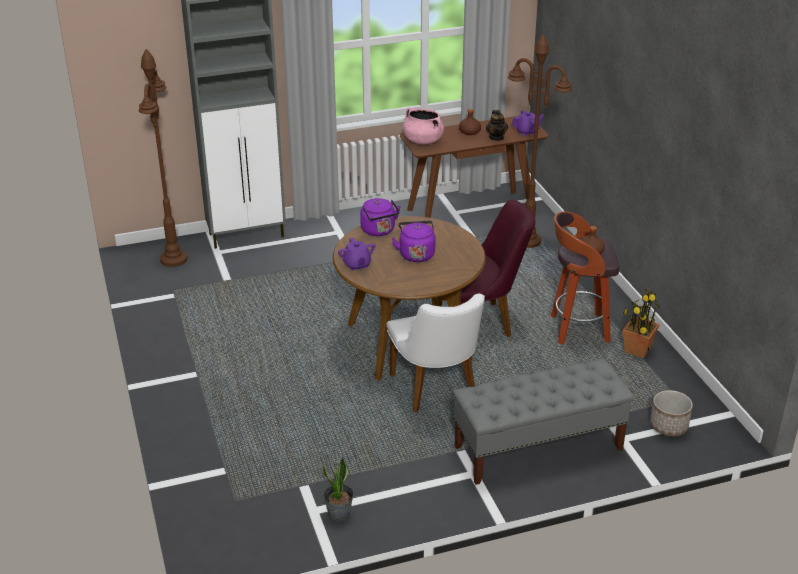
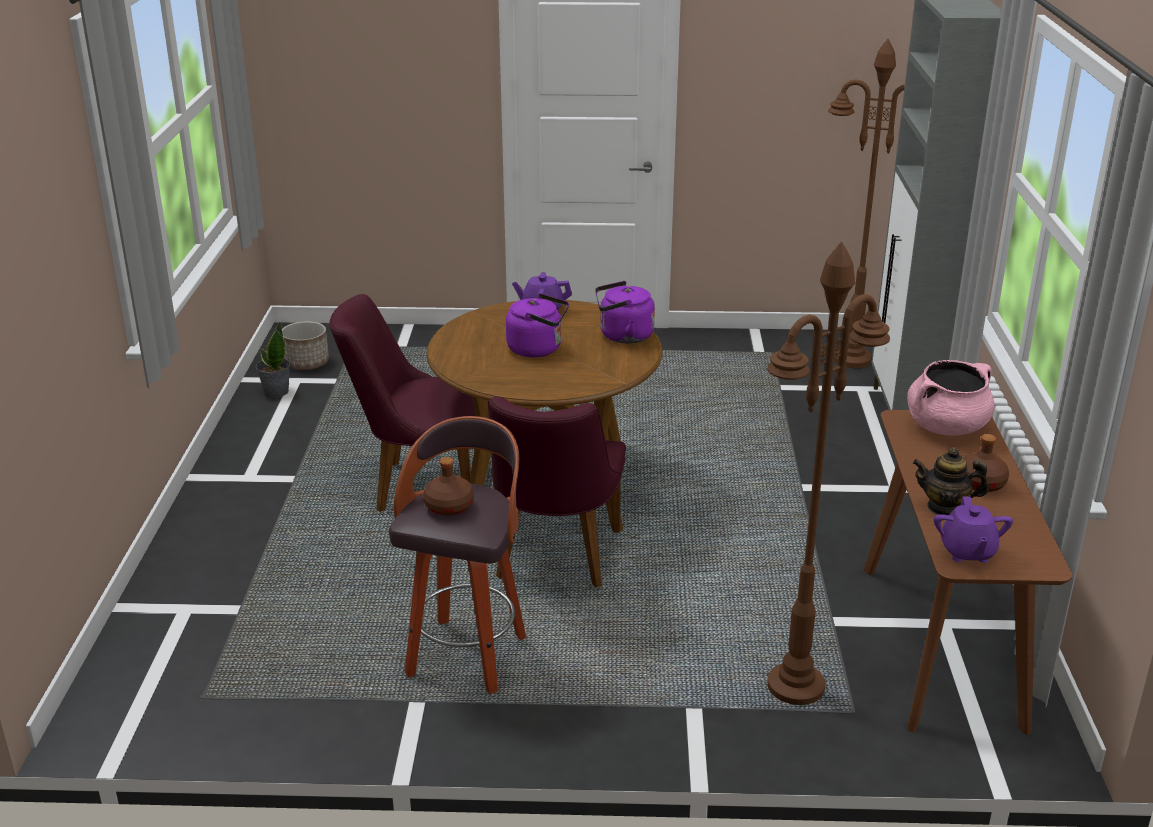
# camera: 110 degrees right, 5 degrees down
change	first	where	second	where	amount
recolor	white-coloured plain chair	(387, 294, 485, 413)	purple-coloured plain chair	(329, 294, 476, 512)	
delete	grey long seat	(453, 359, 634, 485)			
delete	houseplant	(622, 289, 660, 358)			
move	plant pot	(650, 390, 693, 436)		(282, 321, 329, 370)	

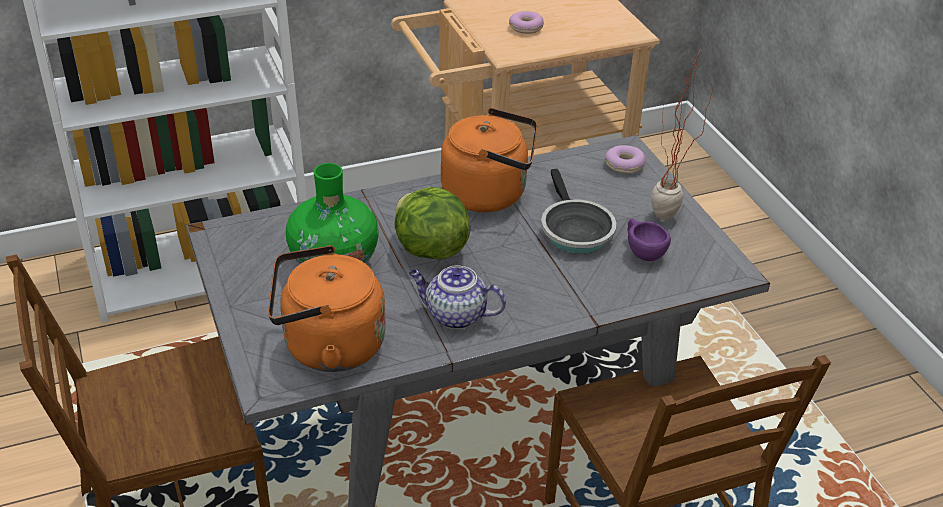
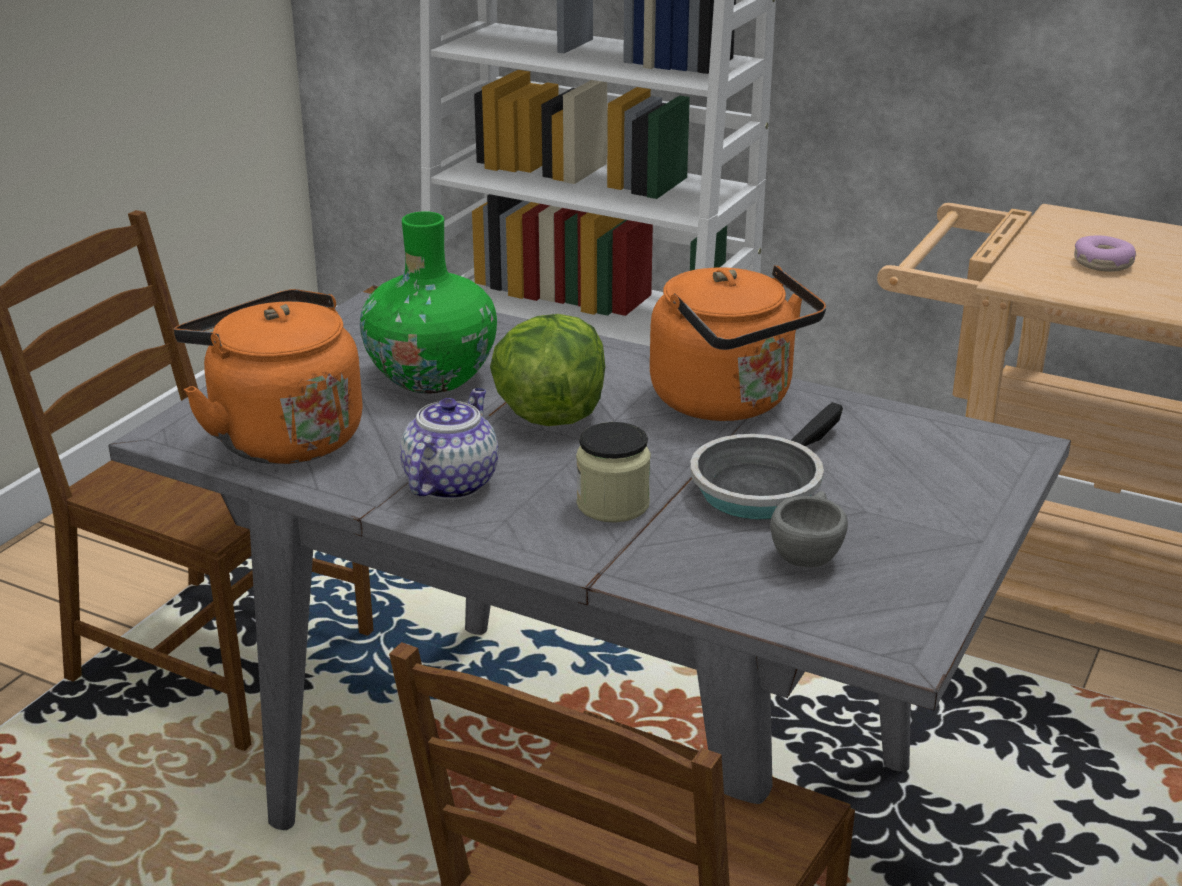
# camera: 50 degrees right, 10 degrees down
change	first	where	second	where	amount
rotate	teapot	(409, 266, 506, 329)		(400, 388, 498, 500)	45 degrees clockwise
delete	ring doughnut	(605, 145, 646, 174)			
recolor	purple-coloured drinking cup	(627, 219, 671, 261)	grey drinking cup	(770, 491, 848, 567)	
delete	houseplant	(651, 49, 713, 220)			
insert			jar	(576, 422, 651, 523)	

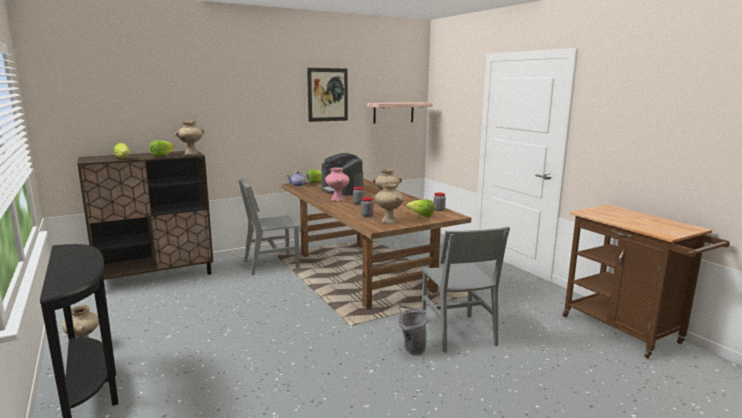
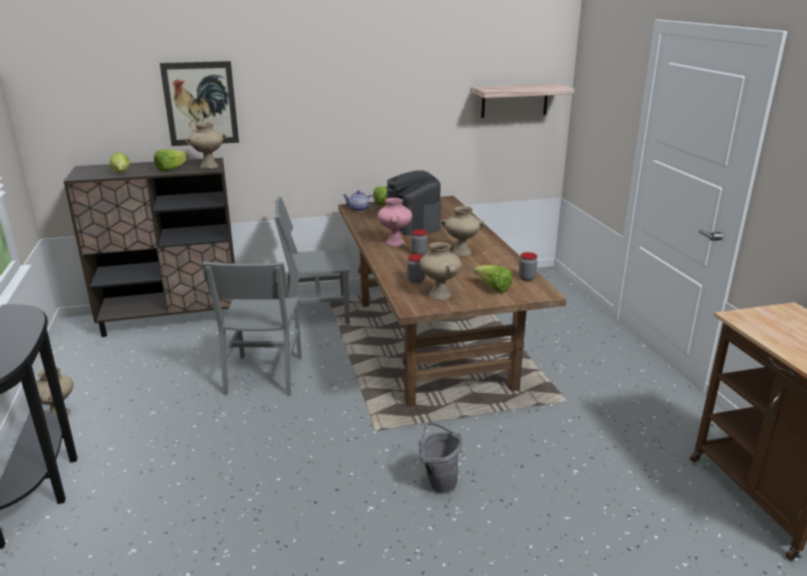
# camera: 15 degrees right, 10 degrees up
change	first	where	second	where	amount
move	picture	(307, 68, 348, 122)		(160, 61, 239, 146)	
move	grey plain chair	(421, 227, 510, 353)		(202, 262, 302, 396)	

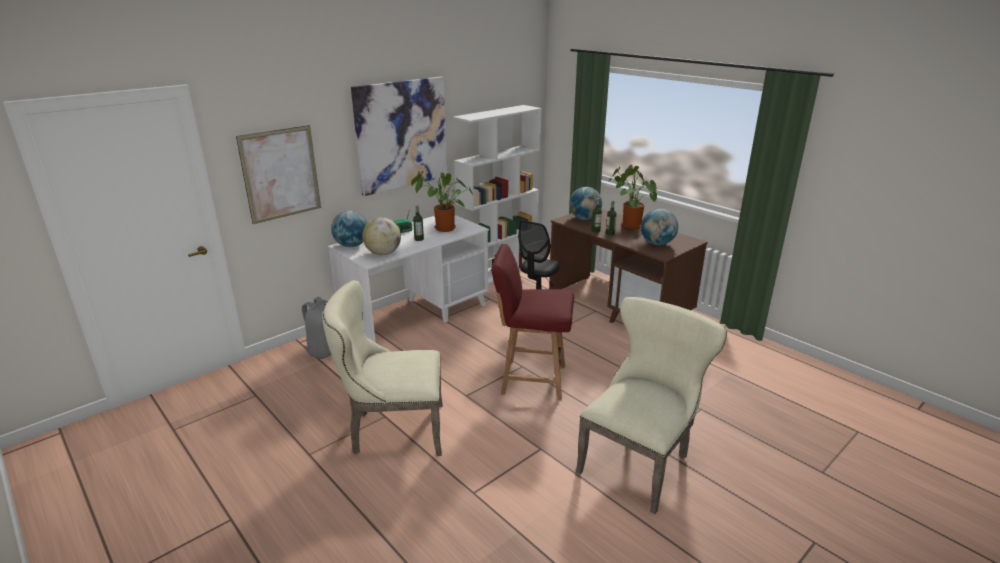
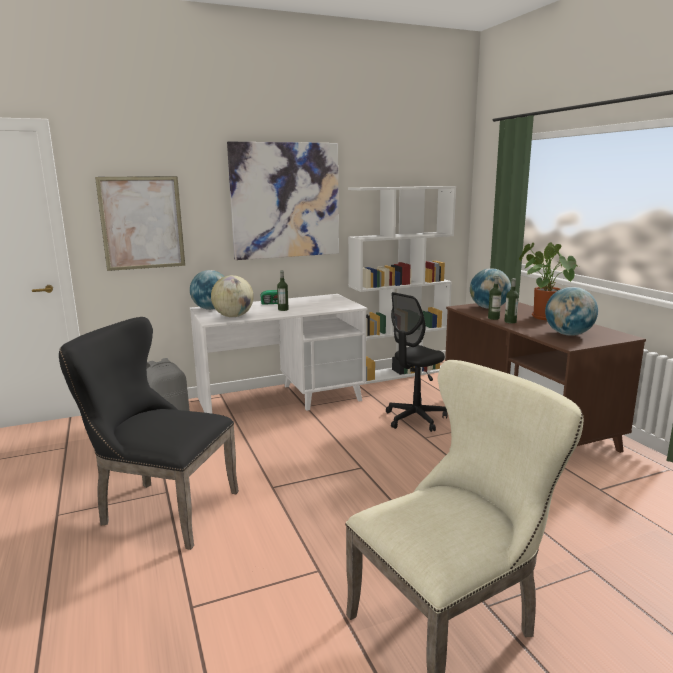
# camera: 20 degrees right, 10 degrees down
change	first	where	second	where	amount
recolor	sand-coloured plain chair	(322, 280, 443, 456)	black plain chair	(59, 317, 239, 550)	
delete	houseplant	(411, 171, 473, 232)			
delete	red-coloured plain chair	(491, 244, 574, 400)			

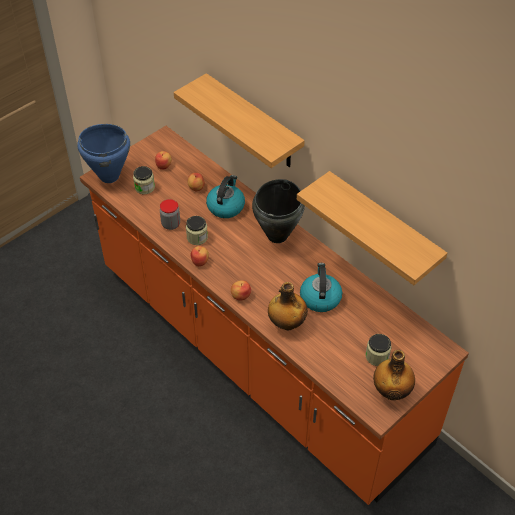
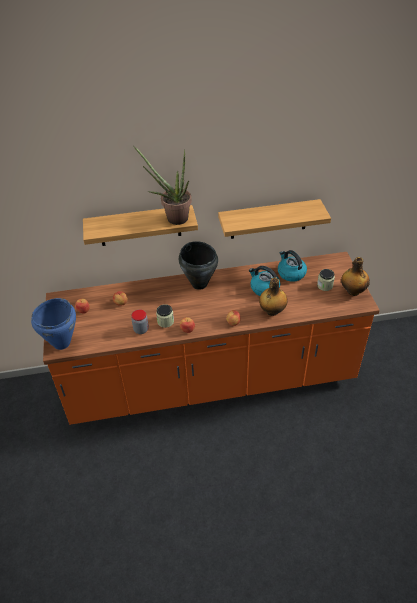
# camera: 55 degrees left, 5 degrees down
change	first	where	second	where	amount
delete	jar	(133, 166, 155, 194)			
move	kettle	(206, 175, 245, 218)		(278, 250, 307, 282)	
insert			houseplant	(134, 146, 192, 225)	

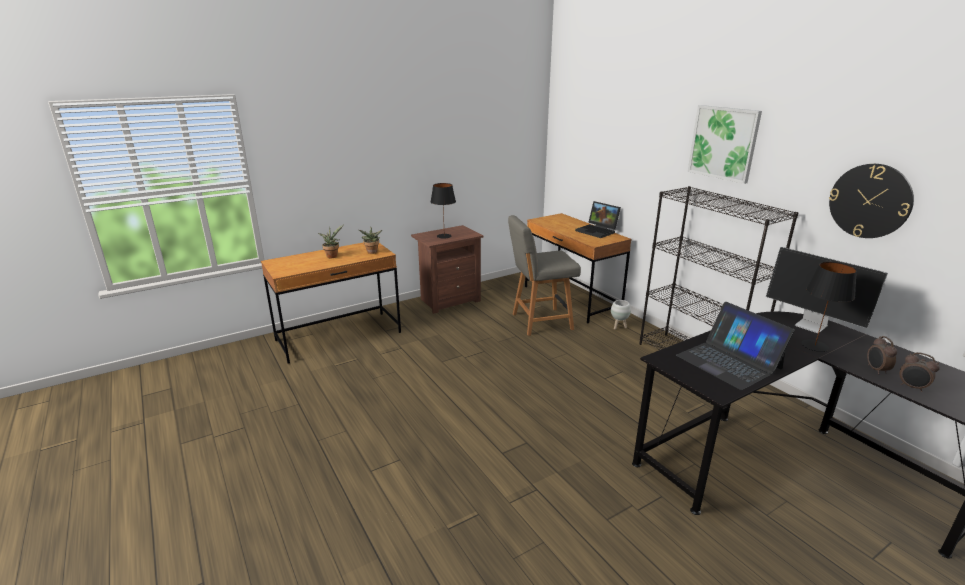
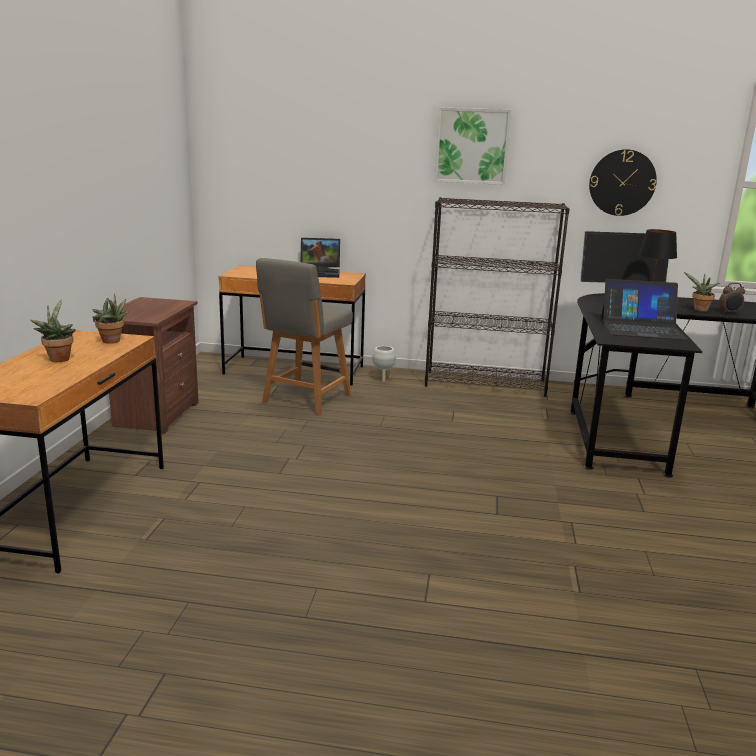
# camera: 50 degrees left, 5 degrees down
change	first	where	second	where	amount
delete	black table lamp	(431, 183, 456, 238)			
replace	alarm clock	(867, 336, 897, 374)	houseplant	(684, 272, 720, 312)	

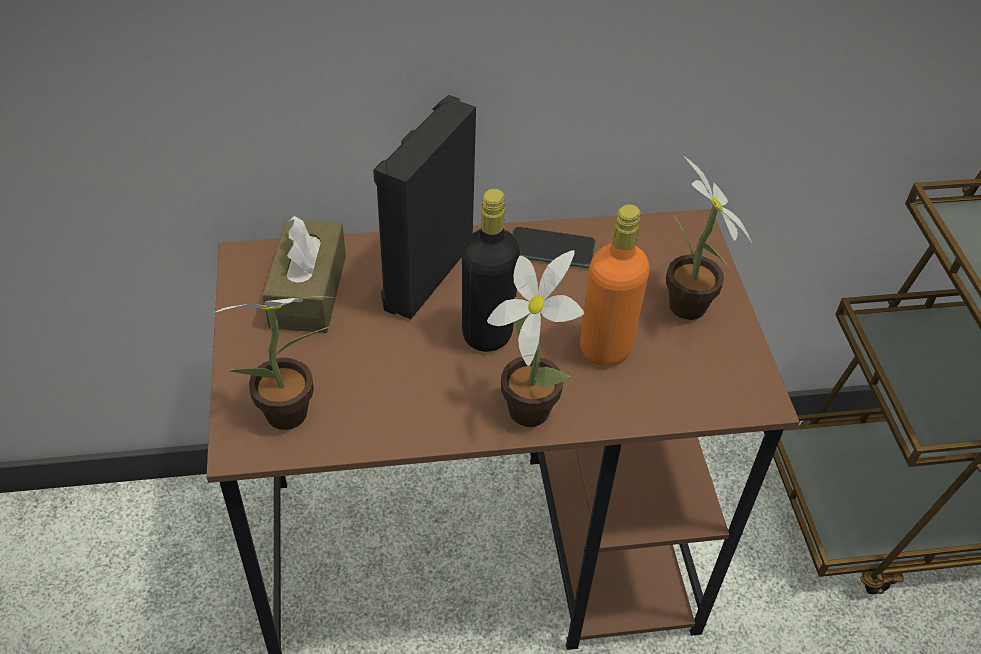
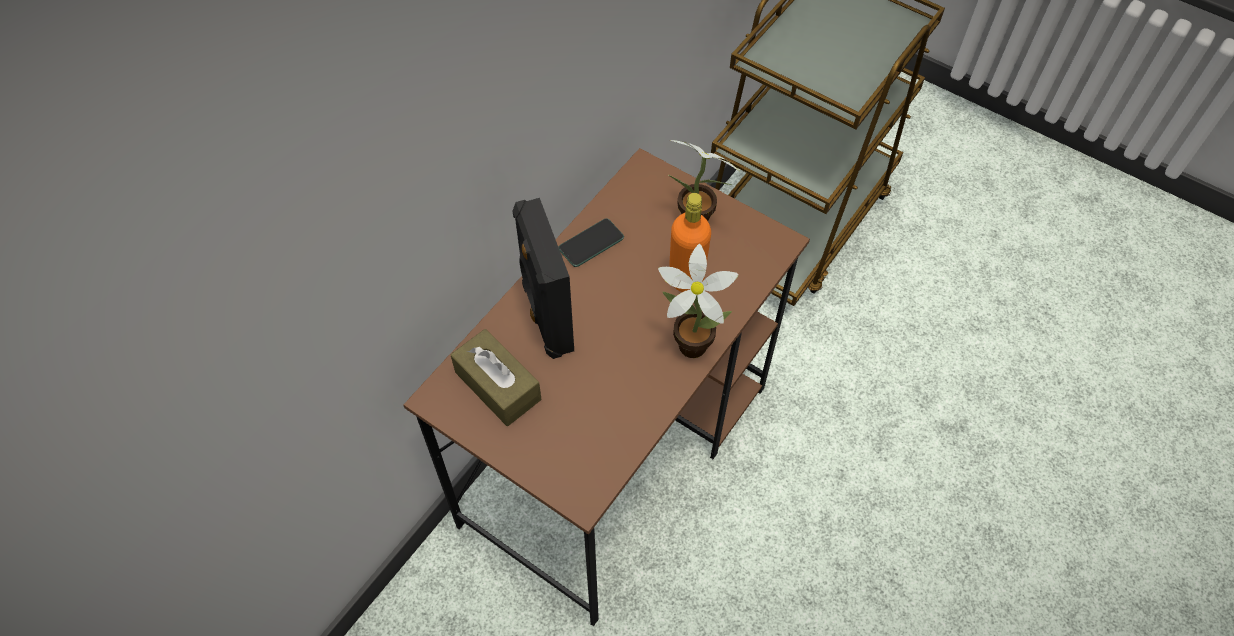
# camera: 45 degrees left, 10 degrees up
change	first	where	second	where	amount
delete	houseplant	(214, 297, 337, 430)			
delete	black beverage bottle	(462, 189, 520, 352)			

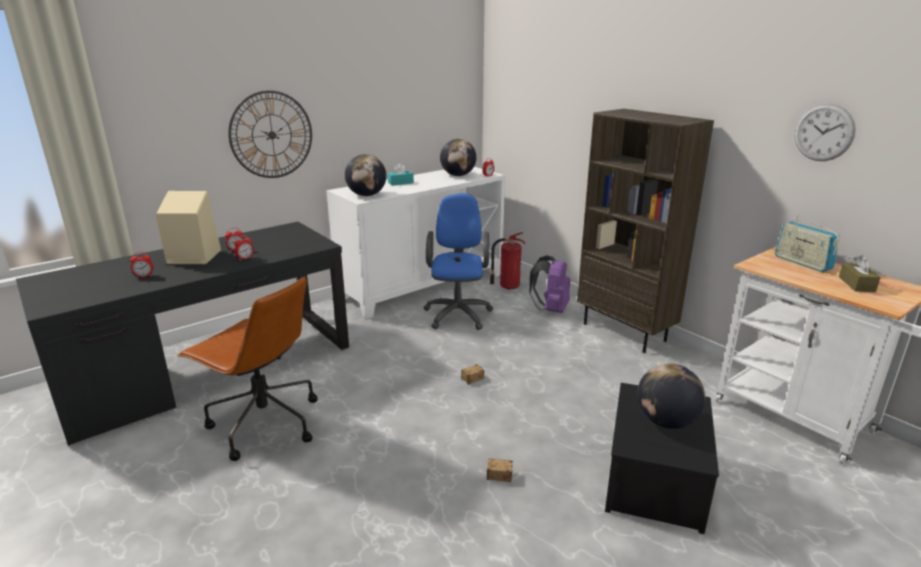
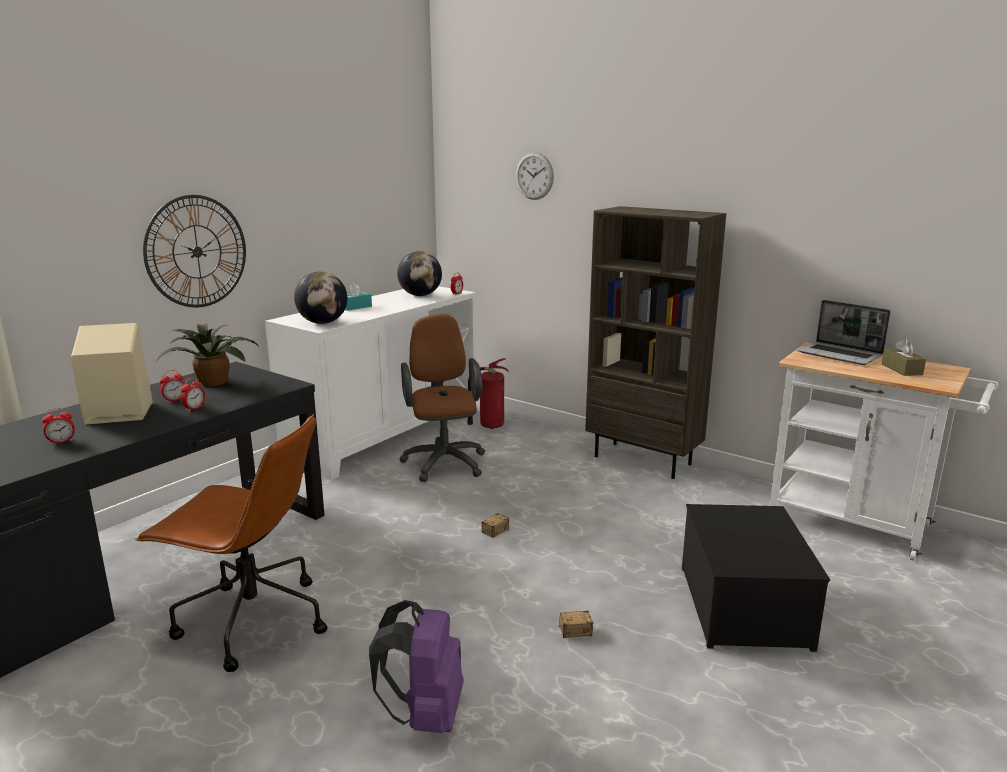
# camera: 15 degrees left, 5 degrees down
change	first	where	second	where	amount
recolor	bluish computer chair	(423, 193, 493, 330)	brown-coloured computer chair	(399, 314, 485, 482)	
move	purple-coloured knapsack	(530, 255, 570, 313)		(369, 600, 464, 733)	
delete	globe	(637, 363, 705, 429)			
replace	radio set	(775, 215, 840, 272)	notebook computer	(798, 300, 891, 365)	
move	wall clock	(794, 104, 856, 161)		(516, 152, 554, 200)	
insert			houseplant	(156, 323, 259, 387)	

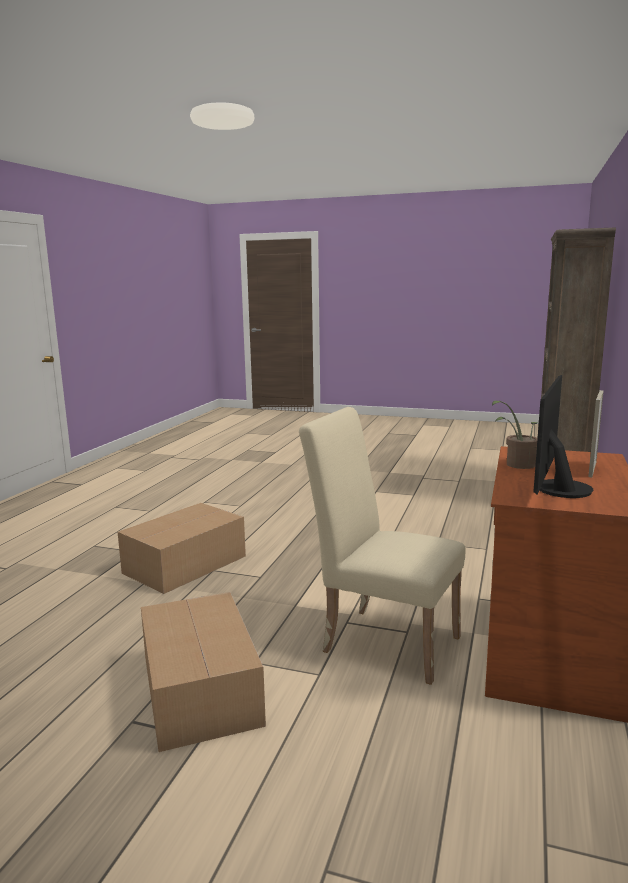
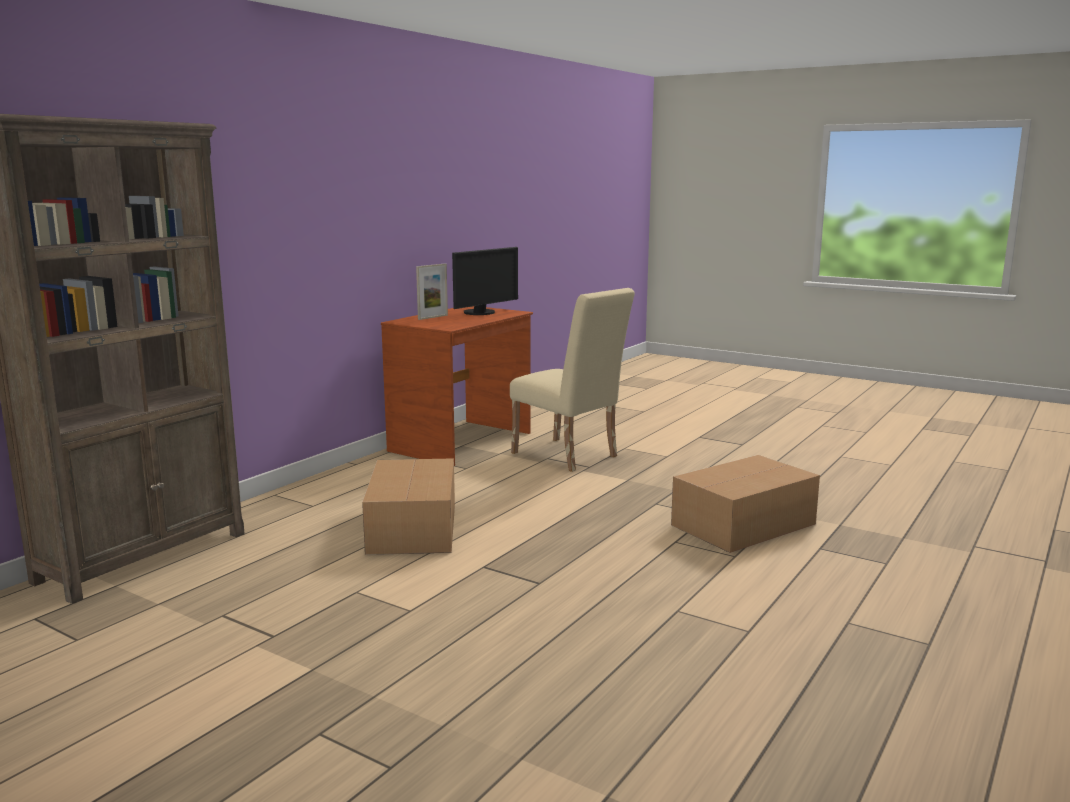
# camera: 165 degrees left, 0 degrees up
change	first	where	second	where	amount
move	packing box	(141, 592, 266, 752)		(362, 458, 455, 555)	
delete	houseplant	(492, 401, 538, 469)			

